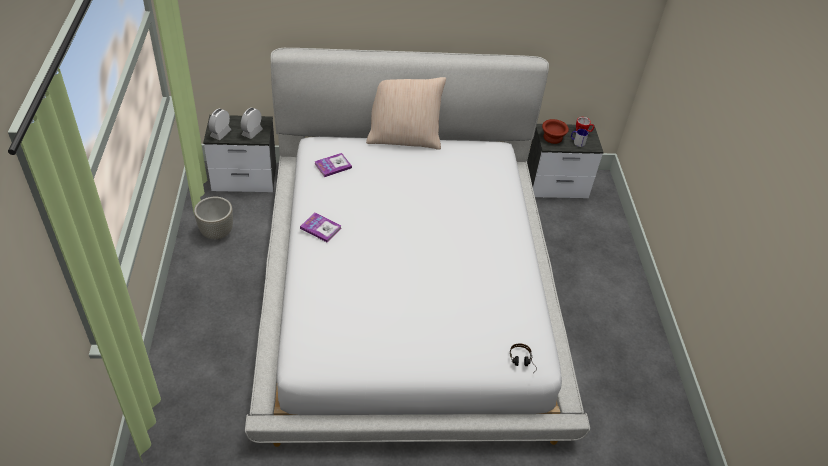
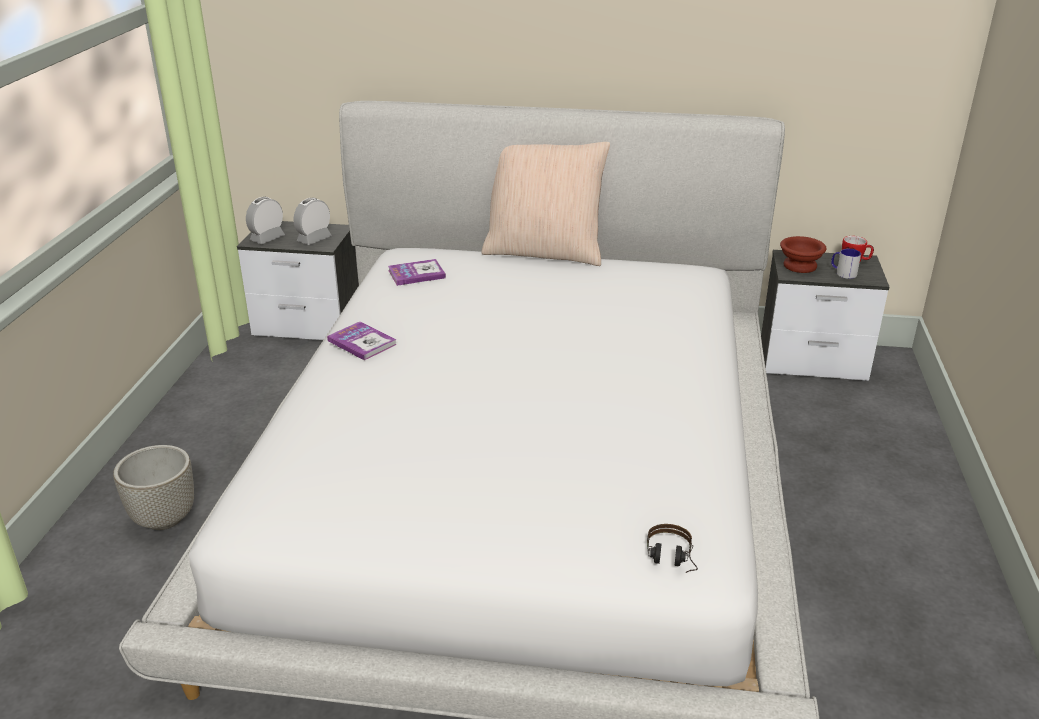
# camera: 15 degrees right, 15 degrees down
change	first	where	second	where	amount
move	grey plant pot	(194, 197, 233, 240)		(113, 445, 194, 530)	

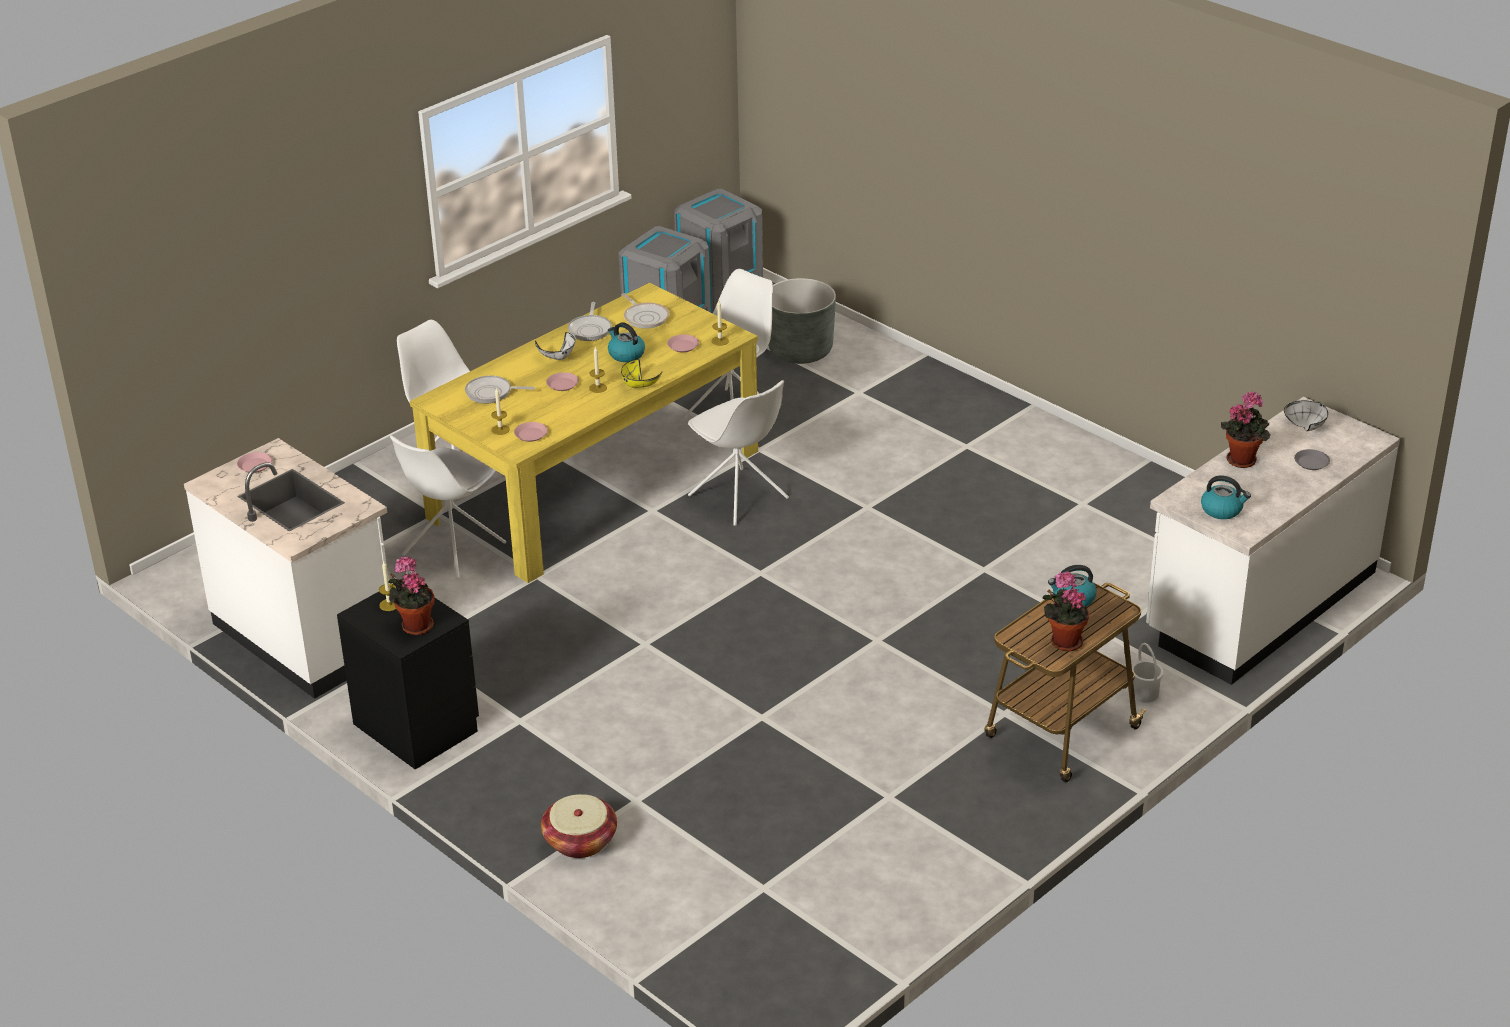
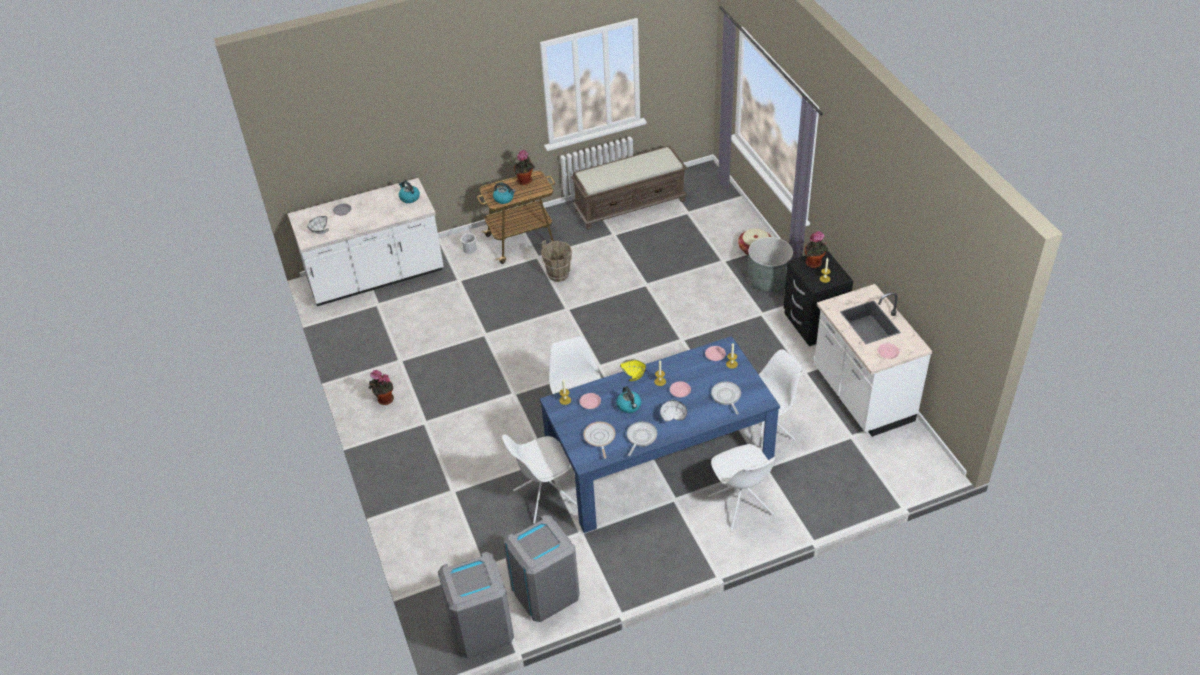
# camera: 155 degrees left, 10 degrees up
change	first	where	second	where	amount
recolor	yellow dinner table	(410, 283, 758, 583)	bluish dinner table	(540, 336, 780, 533)	
rotate	frying pan	(465, 376, 535, 404)		(711, 381, 741, 415)	135 degrees counterclockwise
move	grey plant pot	(768, 278, 836, 364)		(748, 237, 793, 292)	
move	houseplant	(1221, 391, 1270, 468)		(368, 370, 394, 405)	
insert			brown-coloured pail	(541, 240, 572, 282)	
insert			brown-coloured long seat	(571, 145, 688, 229)	

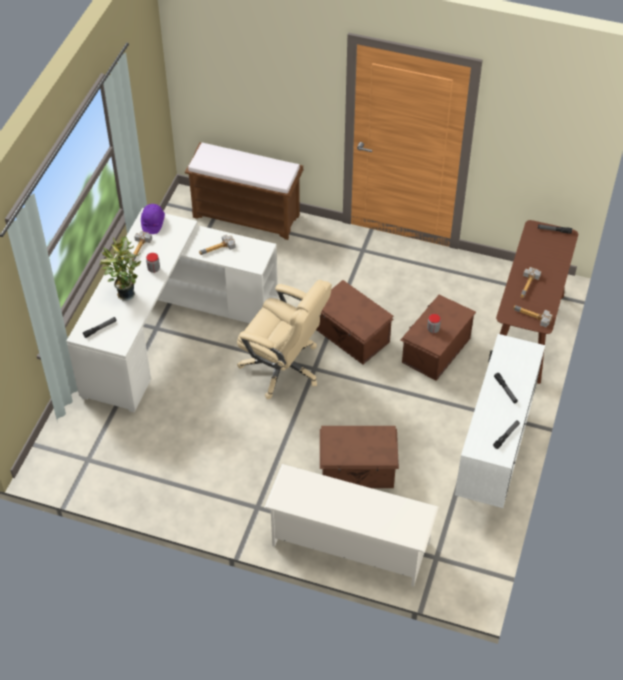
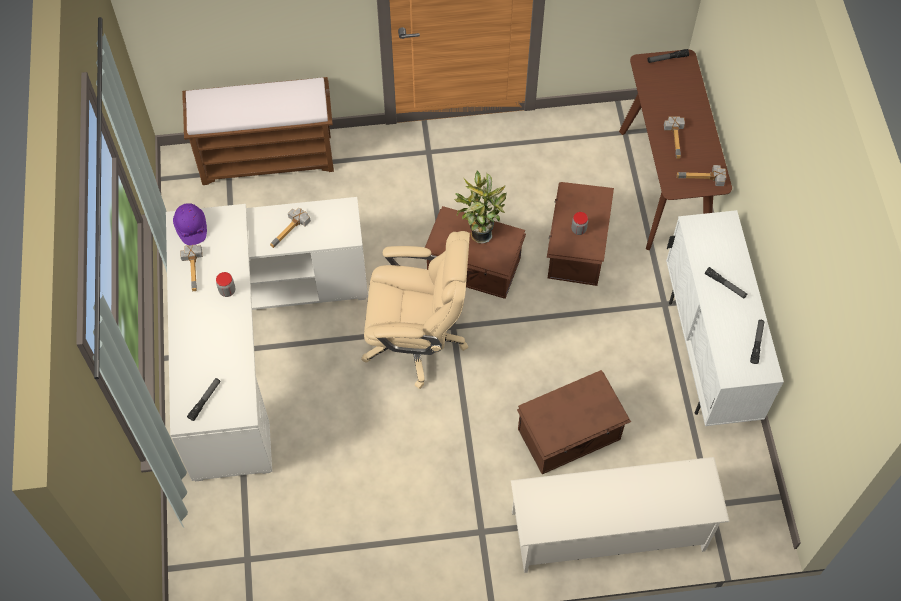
# camera: 25 degrees left, 10 degrees up
change	first	where	second	where	amount
move	houseplant	(99, 236, 141, 301)		(454, 171, 507, 244)	

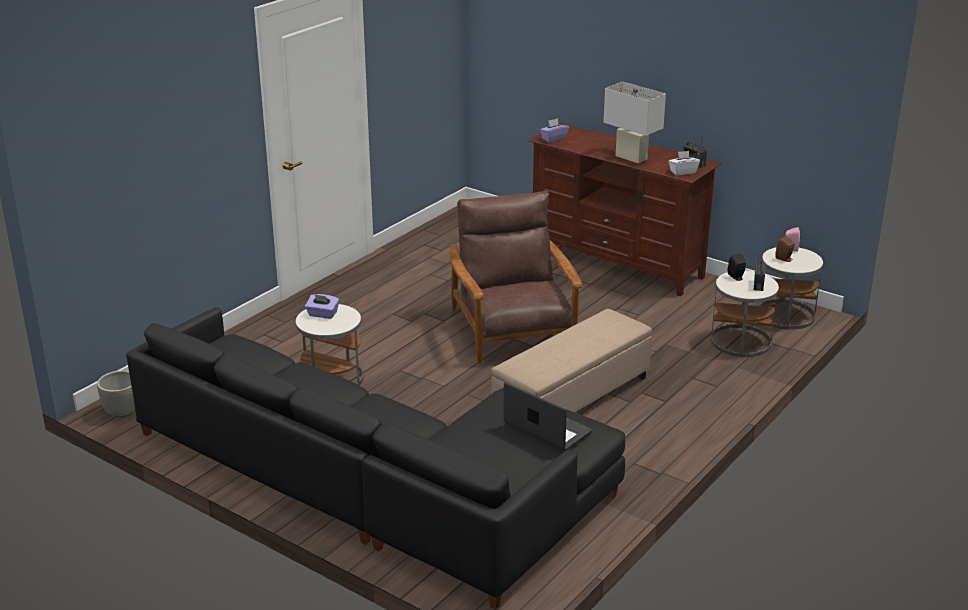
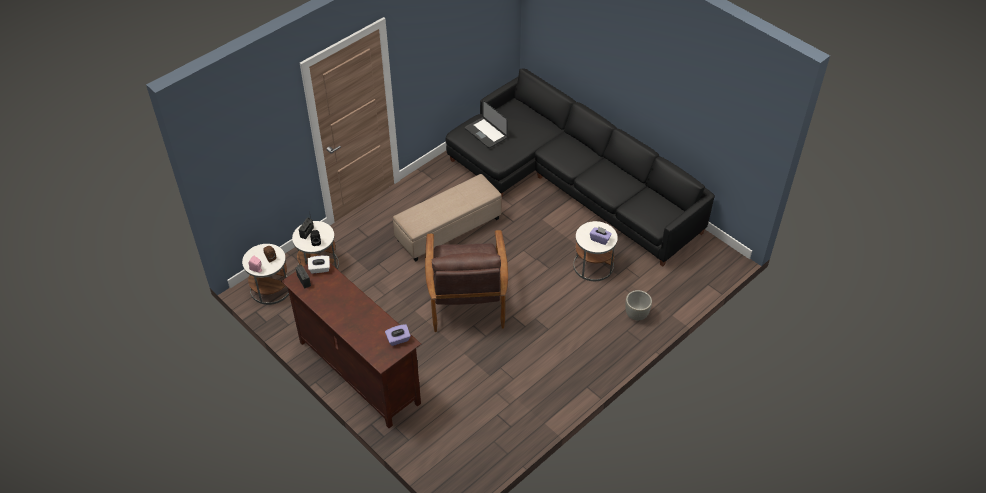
# camera: 170 degrees left, 20 degrees up
change	first	where	second	where	amount
move	grey plant pot	(97, 370, 135, 418)		(625, 290, 652, 320)	
delete	white-coloured table lamp	(603, 82, 666, 164)			

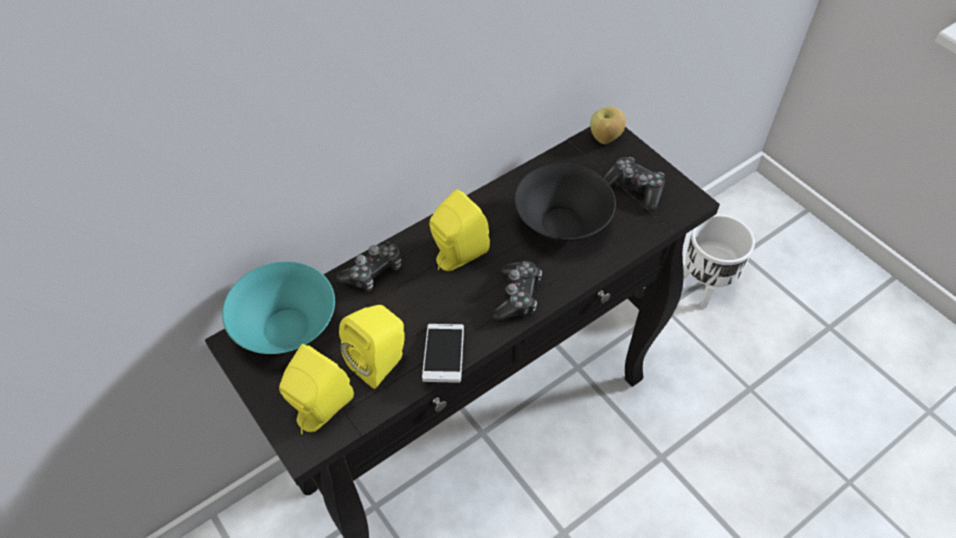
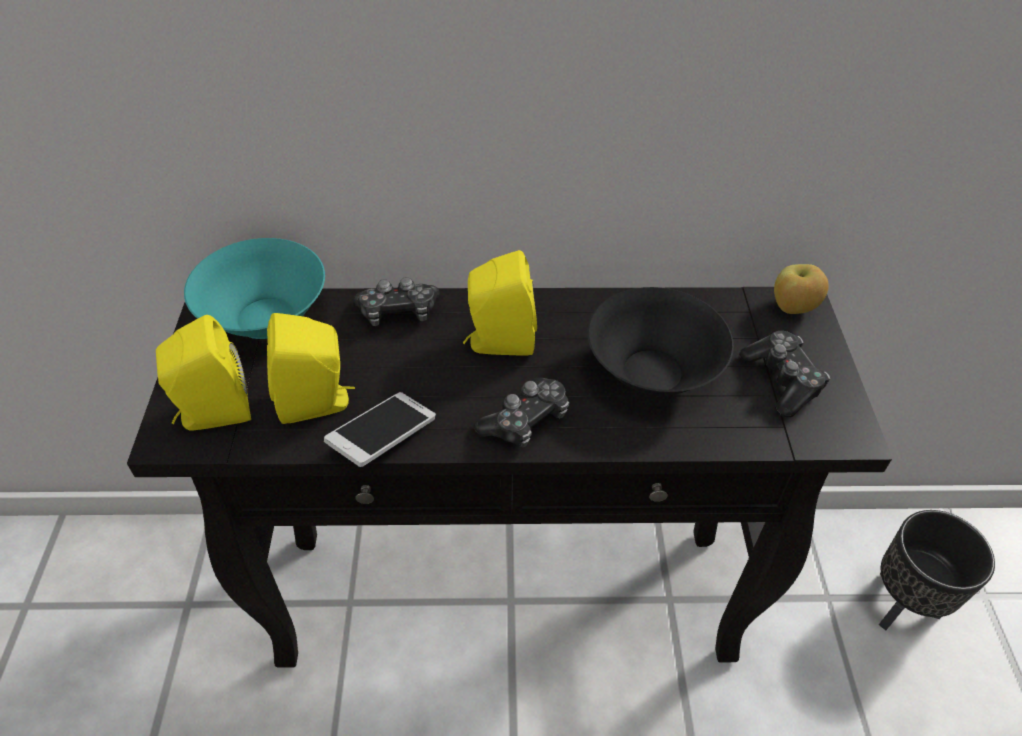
# camera: 35 degrees right, 5 degrees down
change	first	where	second	where	amount
recolor	white-coloured plant pot	(684, 214, 755, 308)	black plant pot	(879, 510, 995, 630)	

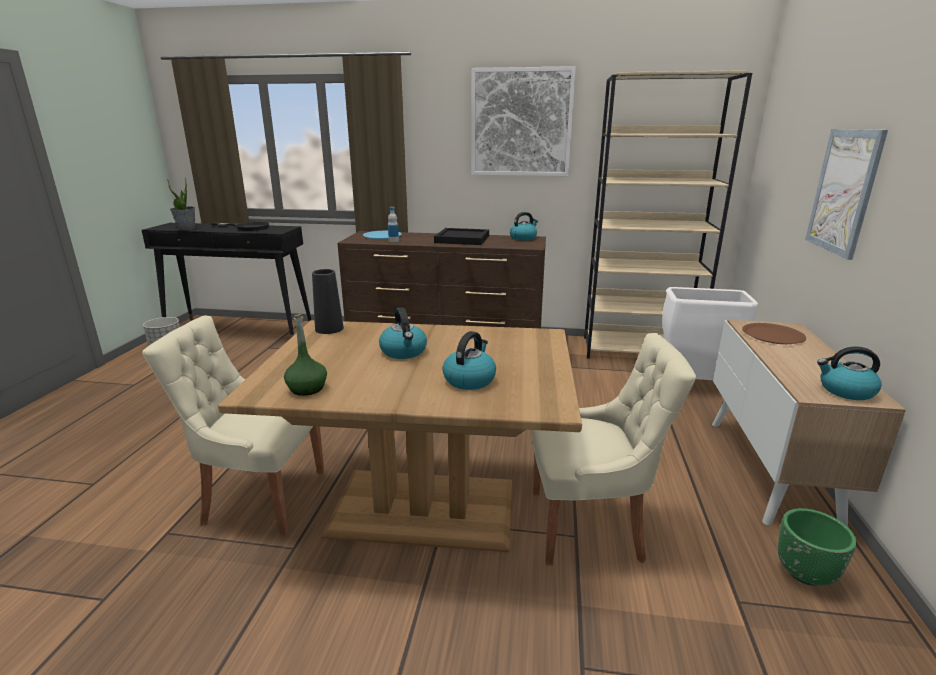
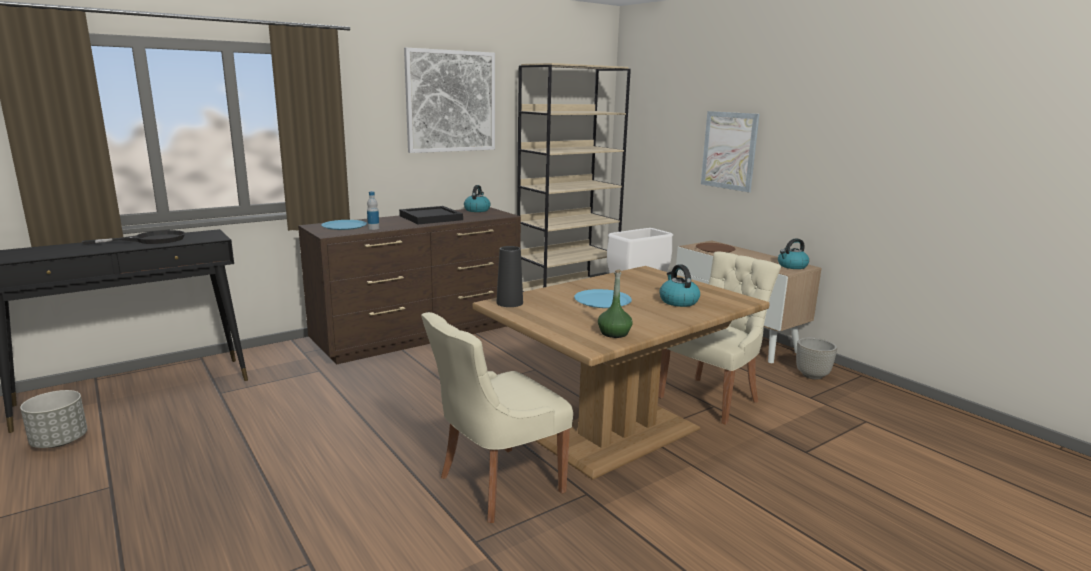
# camera: 45 degrees left, 5 degrees down
change	first	where	second	where	amount
delete	houseplant	(167, 177, 195, 230)			
replace	kettle	(379, 308, 427, 359)	bluish dinner plate	(574, 289, 632, 308)	
recolor	greenish plant pot	(778, 508, 857, 586)	grey plant pot	(796, 338, 837, 380)	

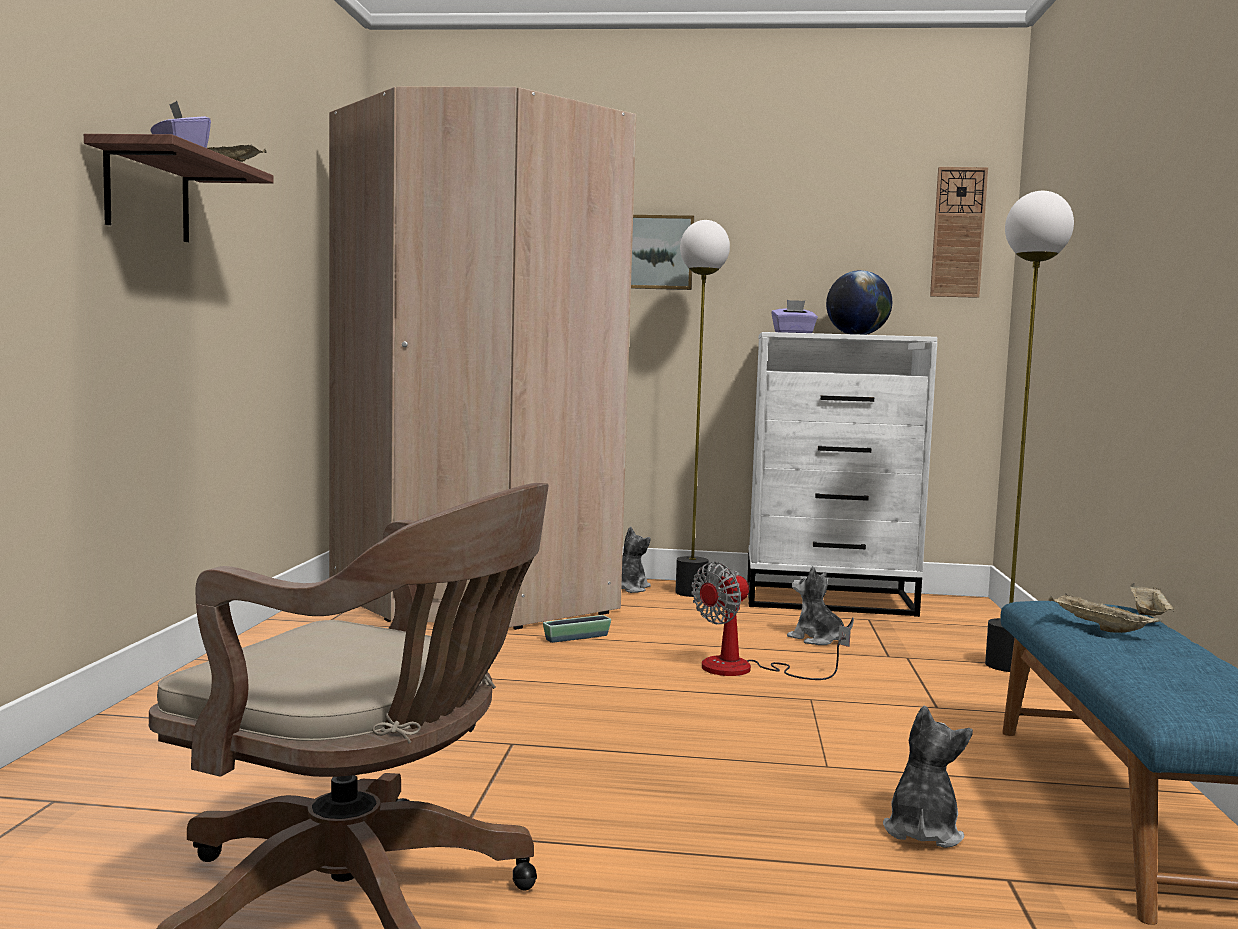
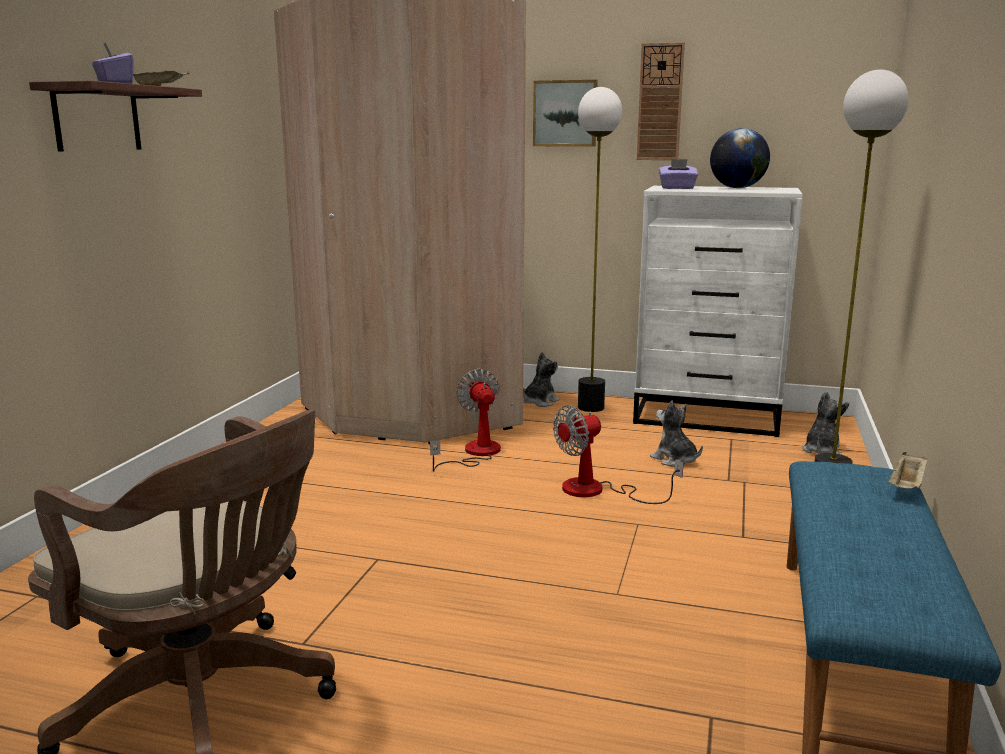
# camera: 10 degrees right, 10 degrees up
change	first	where	second	where	amount
replace	plant pot	(543, 615, 611, 643)	fan	(430, 369, 501, 472)	
move	plush toy	(883, 706, 973, 848)		(802, 391, 849, 454)	
move	wall clock	(930, 167, 988, 298)		(637, 42, 685, 160)	
delete	sand-coloured carrying tray	(1048, 593, 1162, 633)			

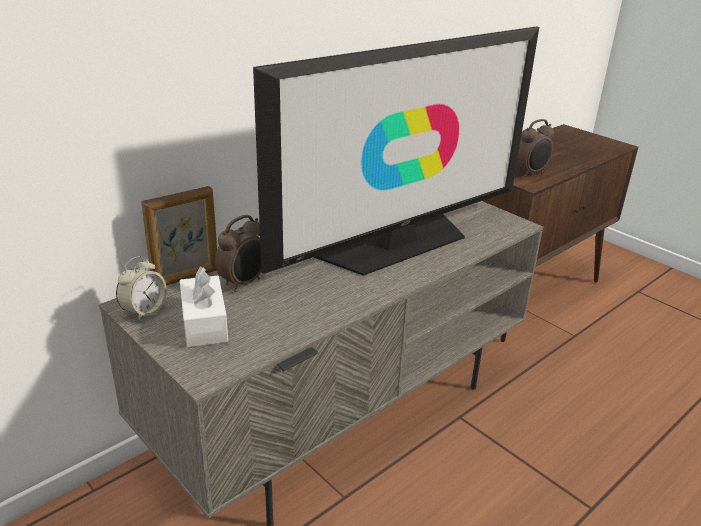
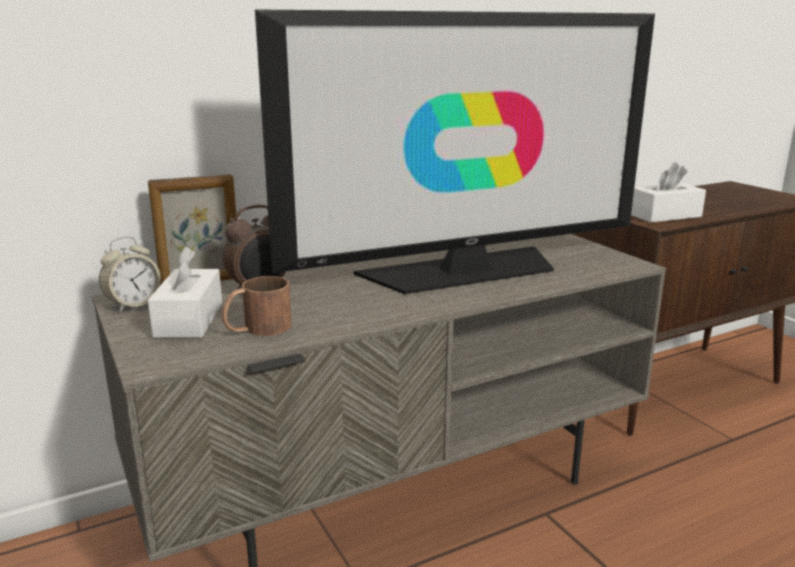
# camera: 15 degrees right, 10 degrees down
change	first	where	second	where	amount
replace	alarm clock	(517, 119, 554, 177)	white-coloured tissue box	(631, 162, 706, 223)	
insert			brown-coloured coffee mug	(222, 276, 292, 336)	

